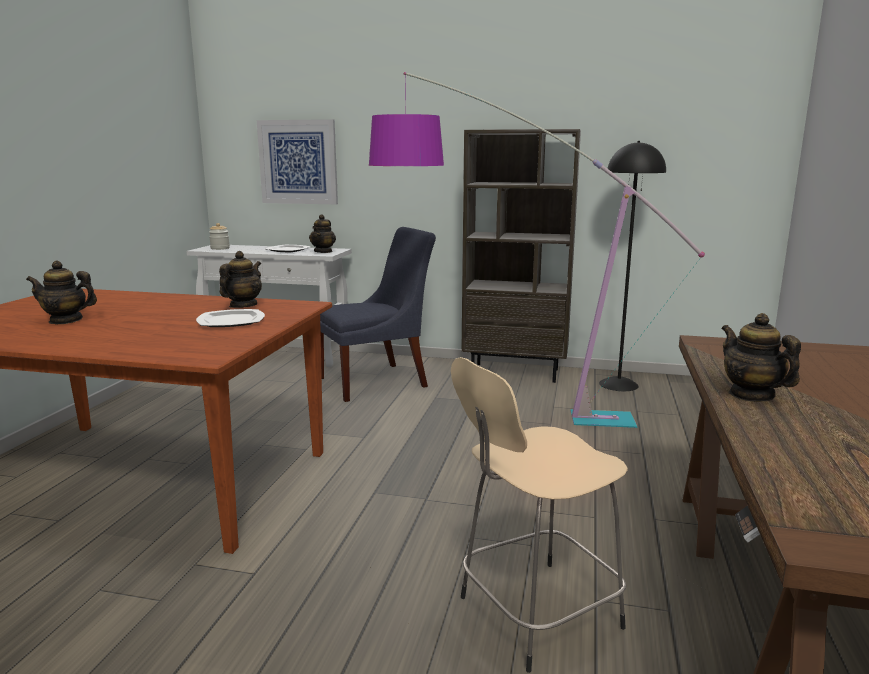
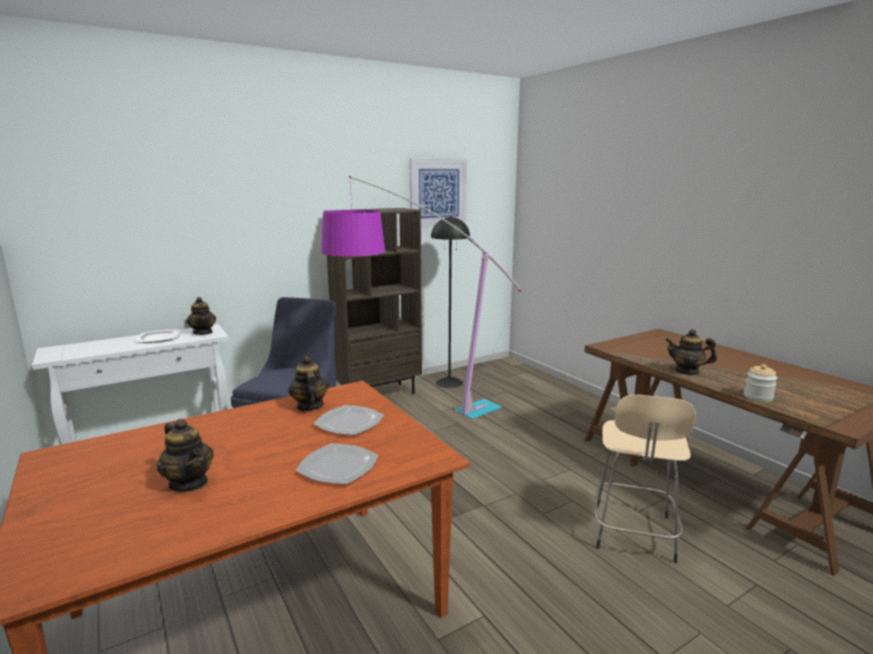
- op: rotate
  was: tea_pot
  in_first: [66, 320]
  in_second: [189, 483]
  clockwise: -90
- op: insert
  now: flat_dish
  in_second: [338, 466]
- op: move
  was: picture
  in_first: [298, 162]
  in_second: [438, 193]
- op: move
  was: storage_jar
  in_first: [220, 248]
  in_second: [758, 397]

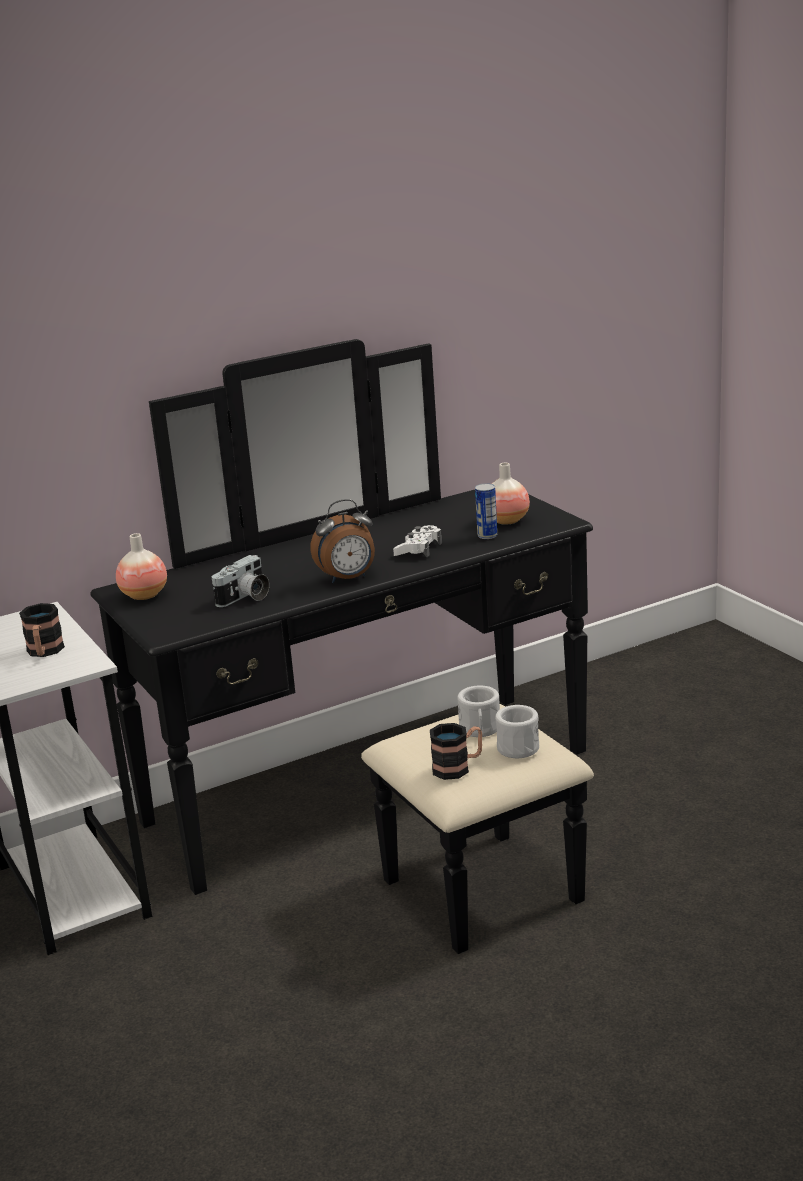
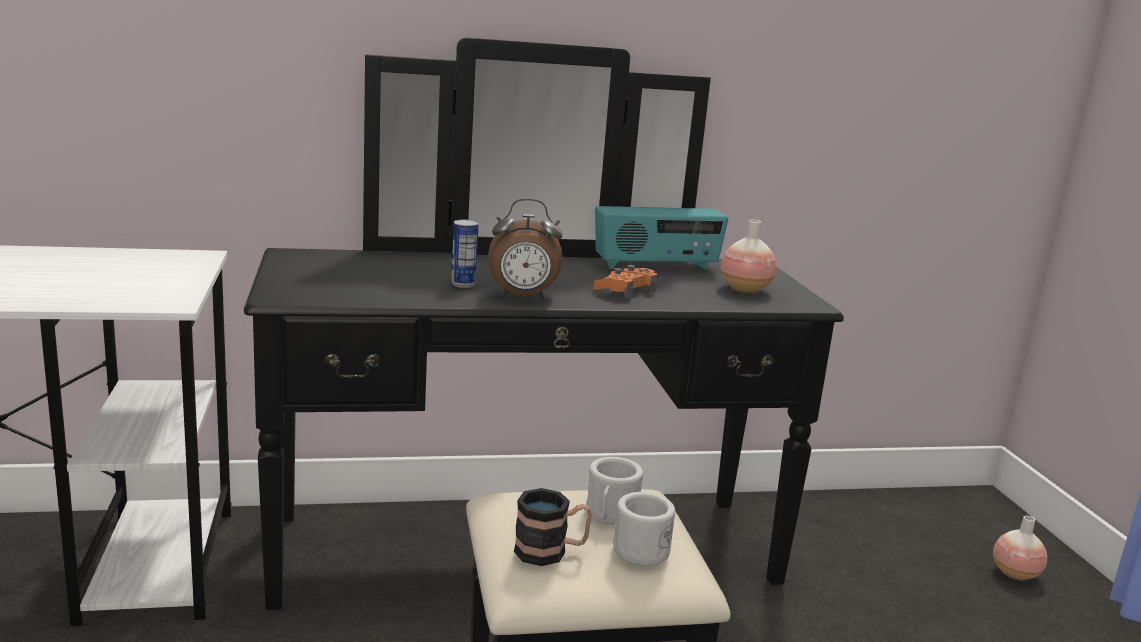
- op: move
  was: metal_can
  in_first: [487, 536]
  in_second: [463, 284]
- op: recolor
  was: whitish_game_controller
  now: orangey_game_controller
  in_first: [418, 549]
  in_second: [625, 291]
- op: insert
  now: radio
  in_second: [656, 266]
- op: move
  was: flower_vase
  in_first: [144, 595]
  in_second: [1015, 574]
- op: delete
  was: coffee_mug
  in_first: [44, 652]
- op: delete
  was: photo_camera
  in_first: [245, 598]

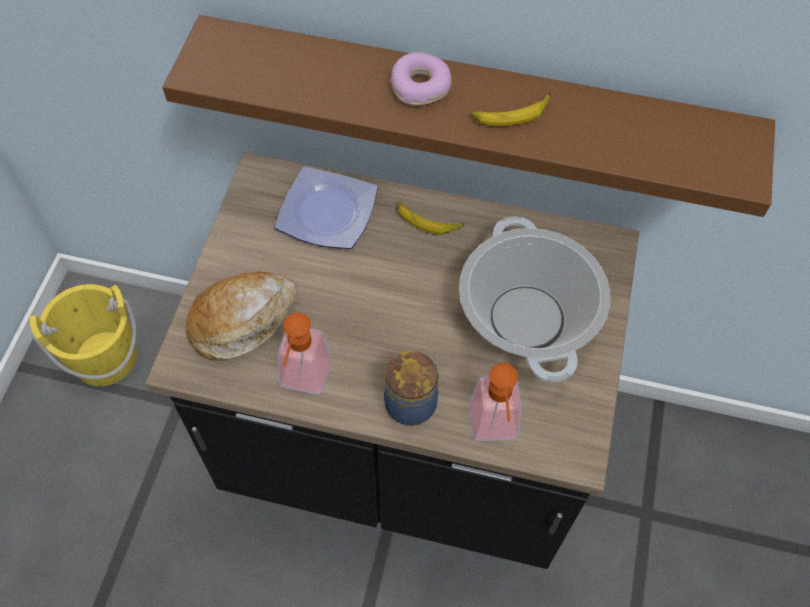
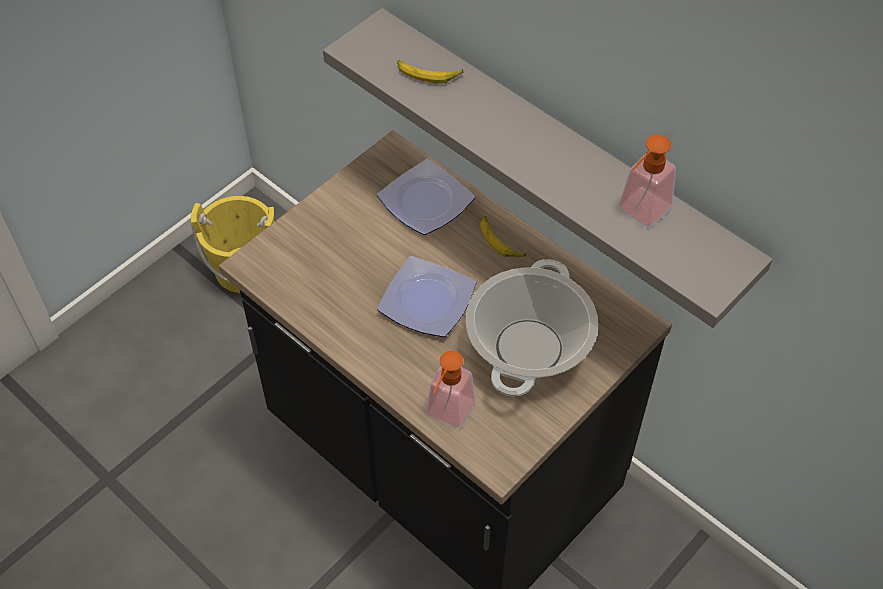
- op: recolor
  was: brownish_wall_shelf
  now: grey_wall_shelf
  in_first: [472, 106]
  in_second: [557, 157]
- op: insert
  now: flat_dish
  in_second: [426, 299]
- op: move
  was: whole_banana
  in_first: [511, 114]
  in_second: [428, 74]
- op: move
  was: soap_bottle
  in_first: [303, 382]
  in_second: [639, 213]
- op: delete
  was: bread
  in_first: [243, 320]
- op: delete
  was: storage_jar
  in_first: [412, 402]
- op: delete
  was: donut
  in_first: [420, 86]

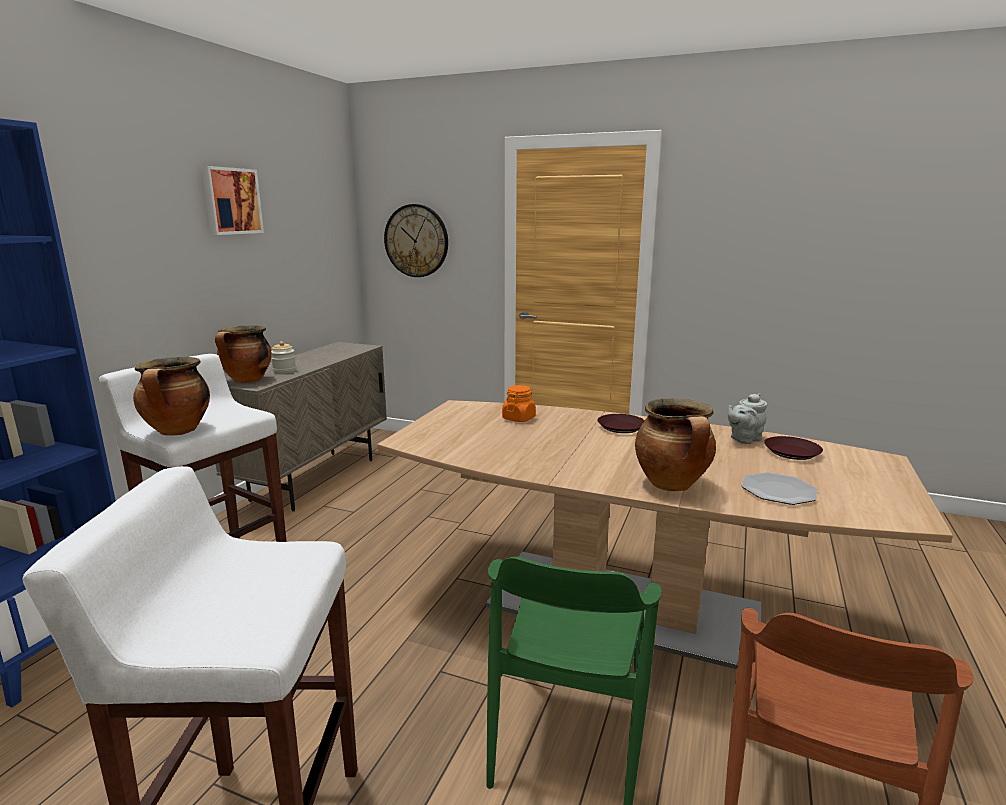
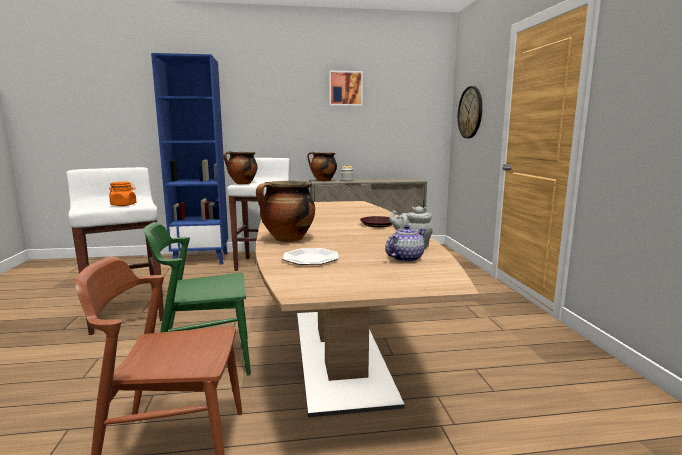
- op: move
  was: orangey_storage_jar
  in_first: [519, 418]
  in_second: [124, 205]
- op: replace
  was: brownish_flat_dish
  now: tea_pot
  in_first: [792, 452]
  in_second: [405, 258]

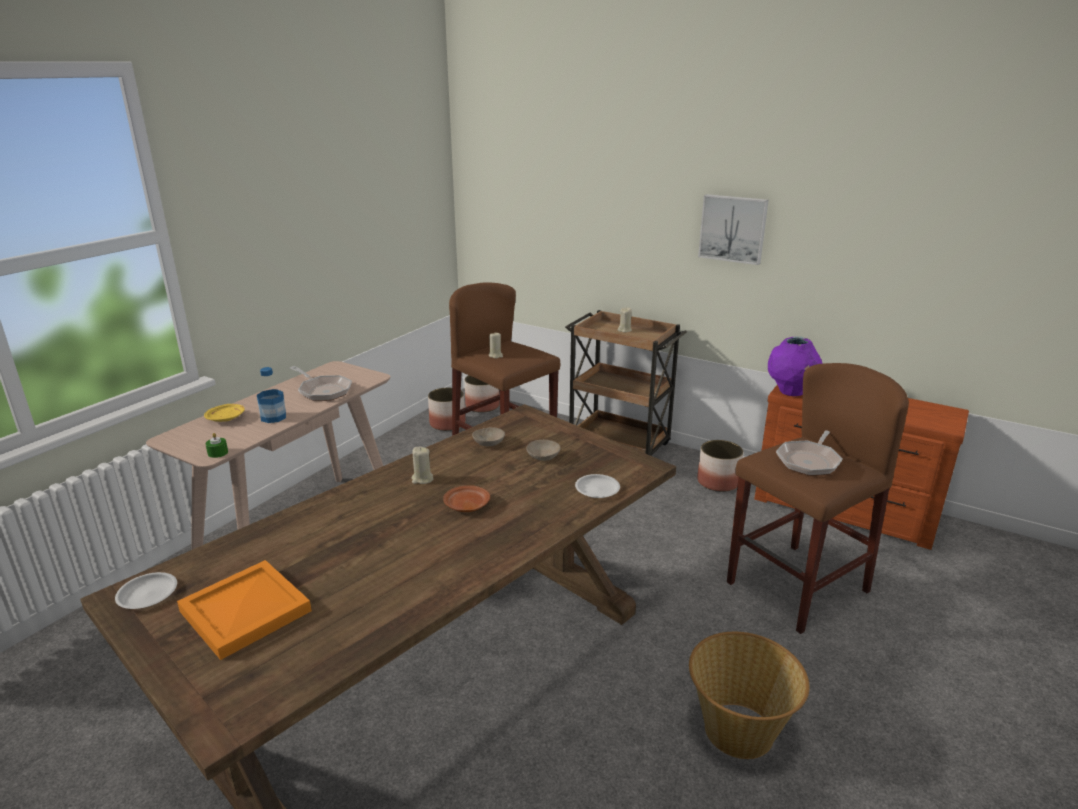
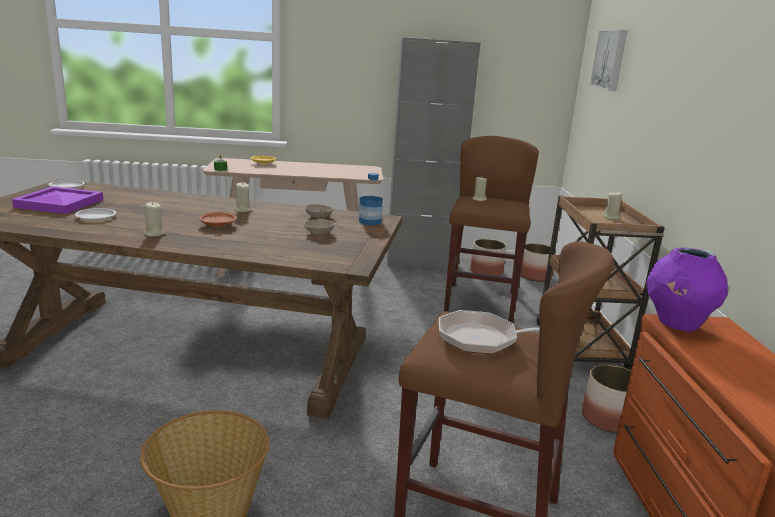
- op: recolor
  was: orangey_serving_tray
  now: purplish_serving_tray
  in_first: [243, 611]
  in_second: [59, 203]
- op: move
  was: whitish_flat_dish
  in_first: [597, 489]
  in_second: [95, 216]
- op: insert
  now: beige_candle
  in_second: [154, 234]
- op: move
  was: drink_bottle
  in_first: [273, 417]
  in_second: [370, 221]
- op: insert
  now: grey_storage_cabinet
  in_second: [420, 263]
- op: move
  was: picture
  in_first: [733, 228]
  in_second: [610, 60]
- op: delete
  was: pan
  in_first: [323, 391]

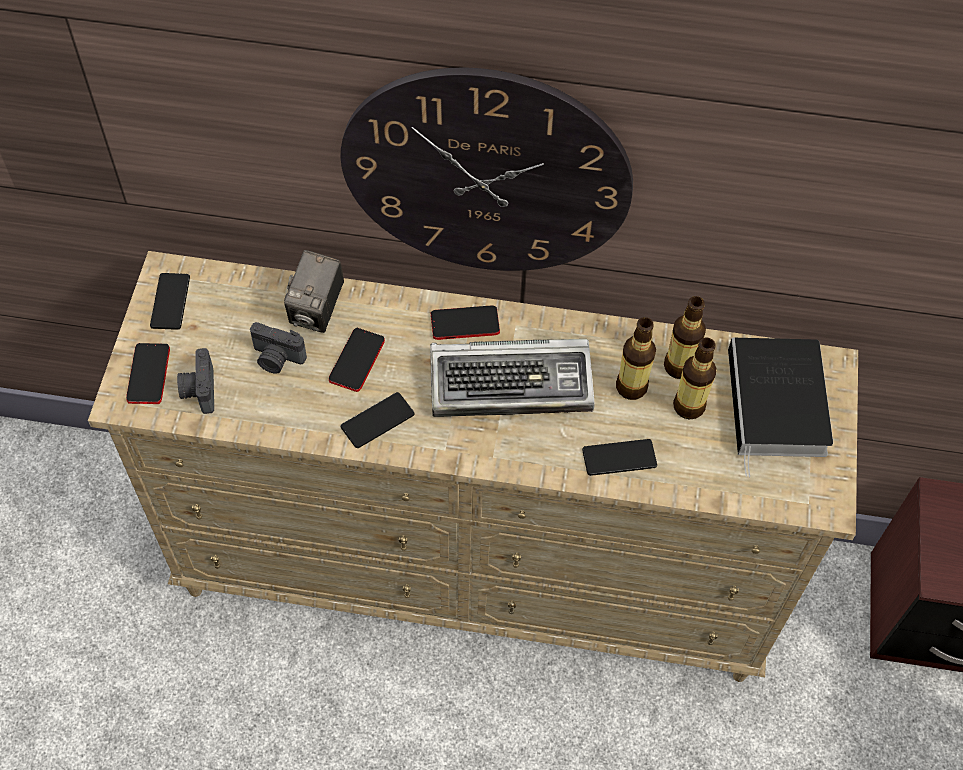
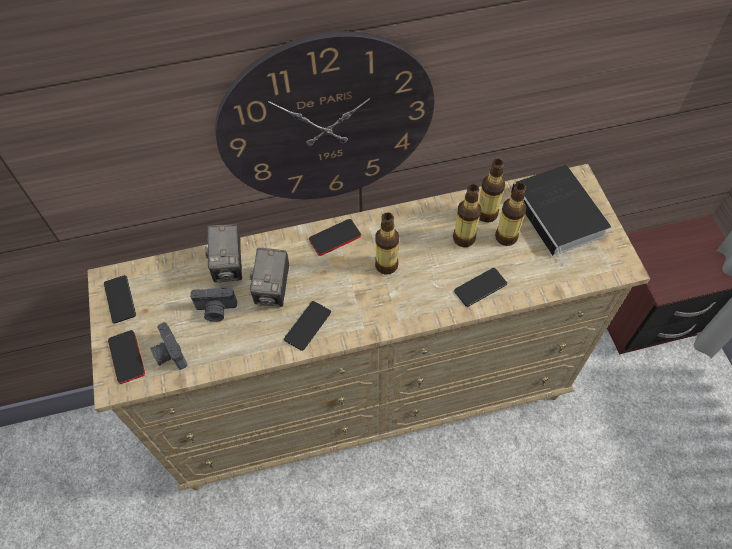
- op: replace
  was: handset
  now: photo_camera
  in_first: [357, 360]
  in_second: [273, 290]
- op: replace
  was: PC_keyboard
  now: drink_bottle
  in_first: [513, 383]
  in_second: [386, 265]

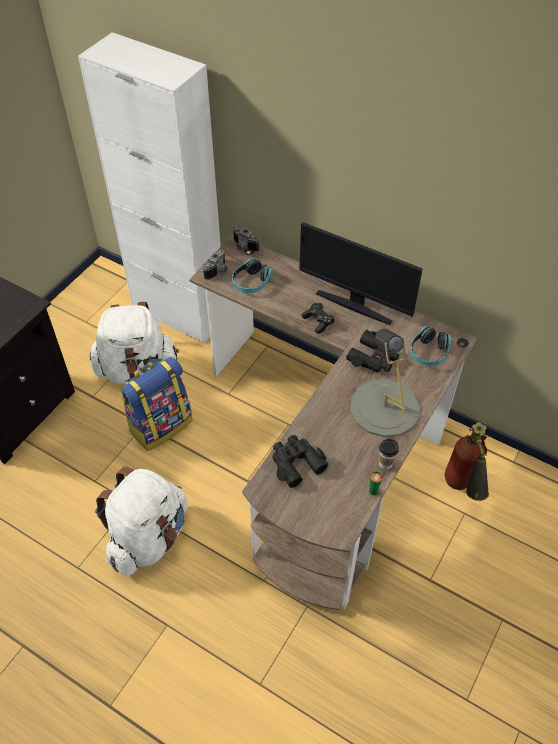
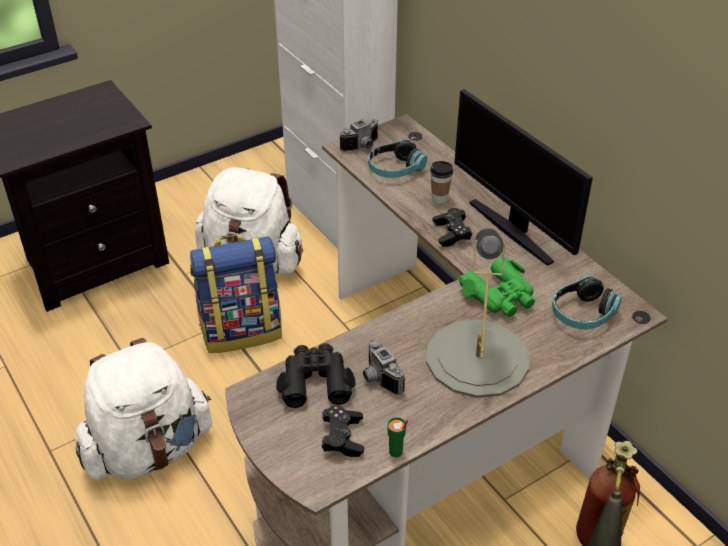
- op: insert
  now: black-coloured_game_controller
  in_second: [342, 438]
- op: move
  was: photo_camera
  in_first: [244, 247]
  in_second: [378, 379]
- op: move
  was: small_cup
  in_first: [385, 464]
  in_second: [439, 198]
- op: recolor
  was: black-coloured_binoculars
  now: greenish_binoculars
  in_first: [373, 358]
  in_second: [500, 296]

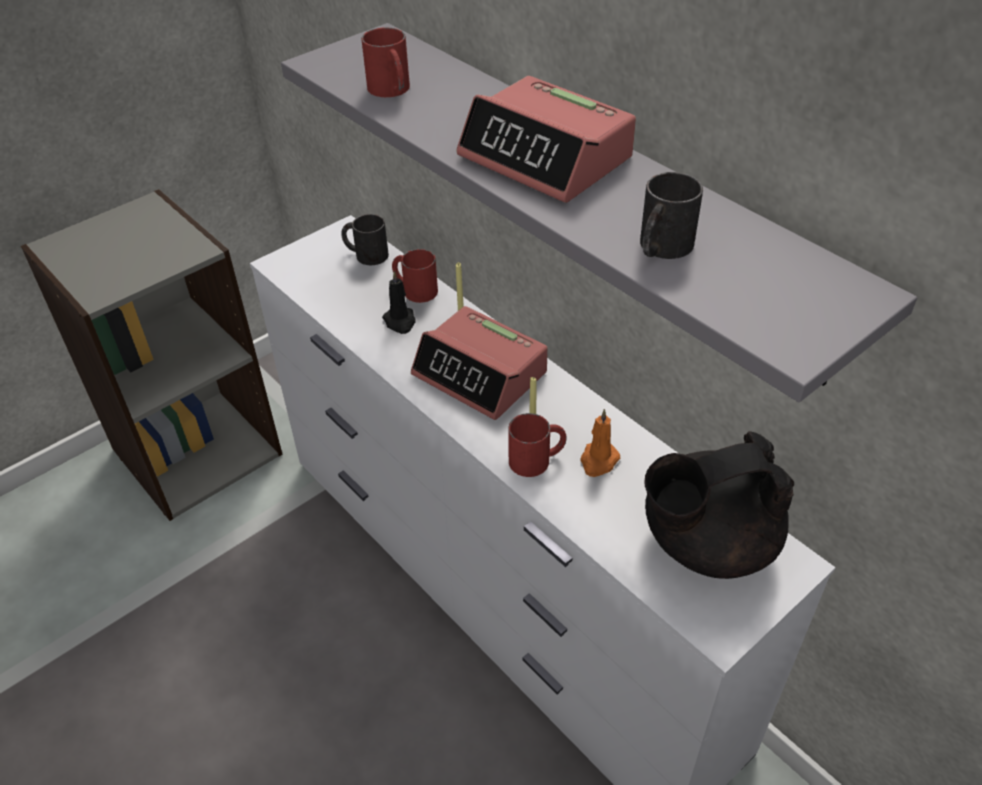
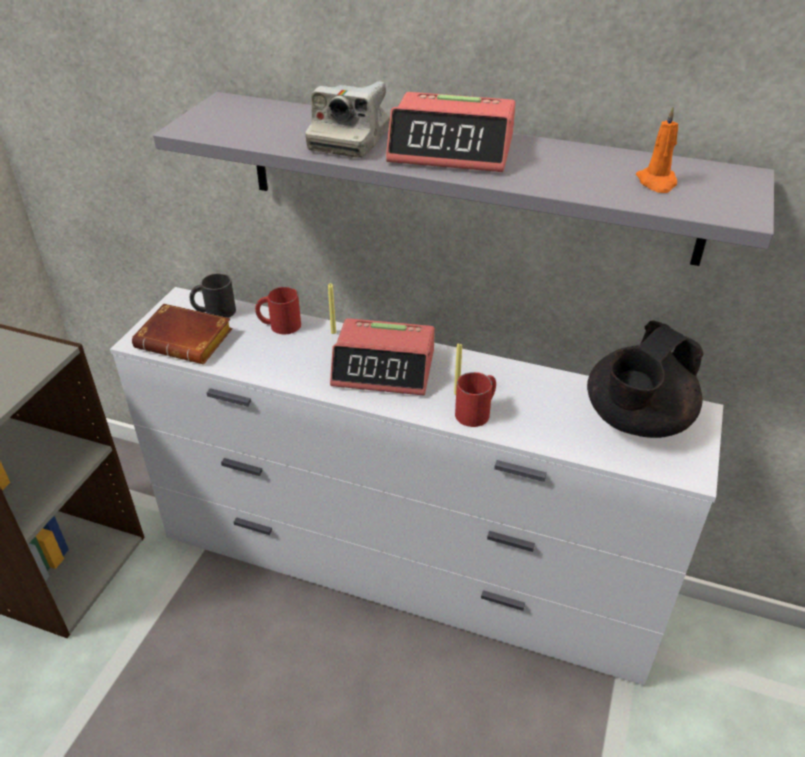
- op: insert
  now: brownish_book
  in_second: [188, 340]
- op: insert
  now: photo_camera
  in_second: [350, 140]
- op: move
  was: orangey_candle
  in_first: [598, 461]
  in_second: [657, 182]
- op: delete
  was: reddish_coffee_mug
  in_first: [392, 91]
- op: delete
  was: black-coloured_candle
  in_first: [400, 322]
- op: delete
  was: black-coloured_coffee_mug
  in_first: [661, 248]

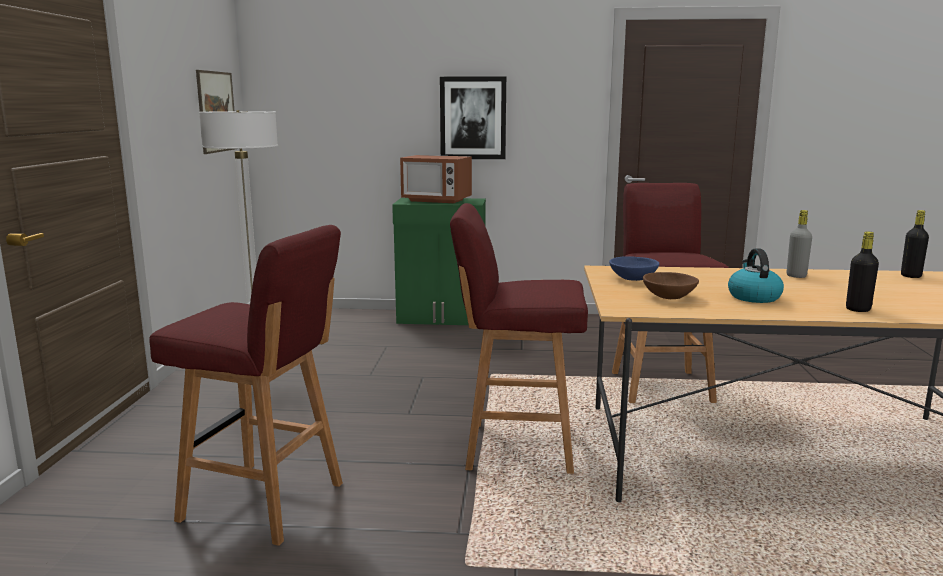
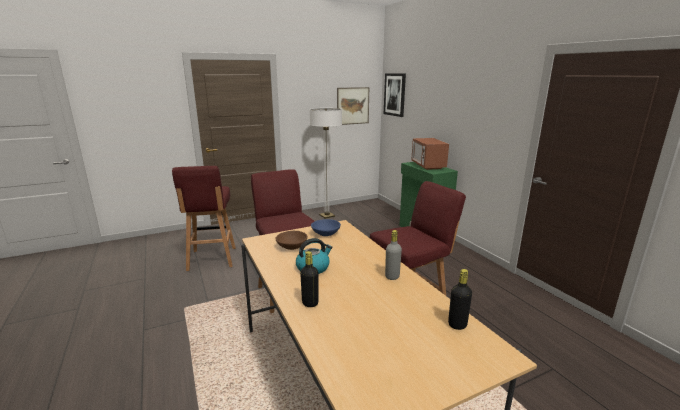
- op: move
  was: picture
  in_first: [473, 118]
  in_second: [395, 94]

